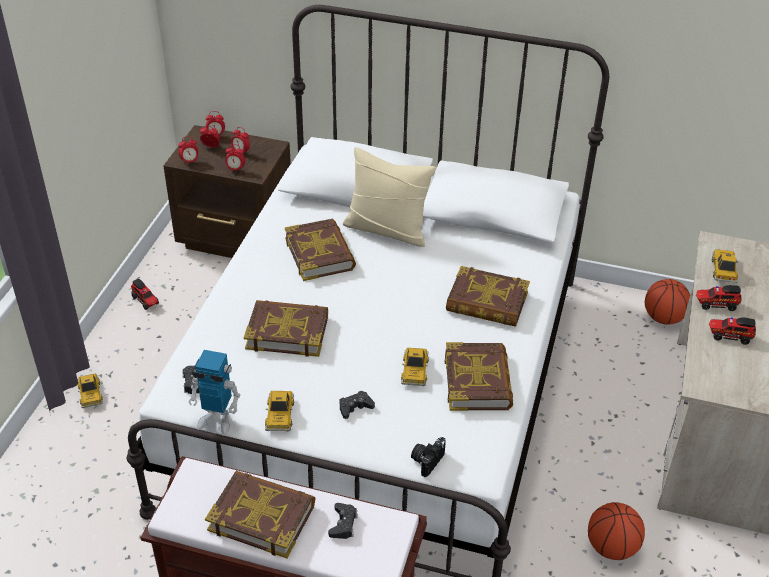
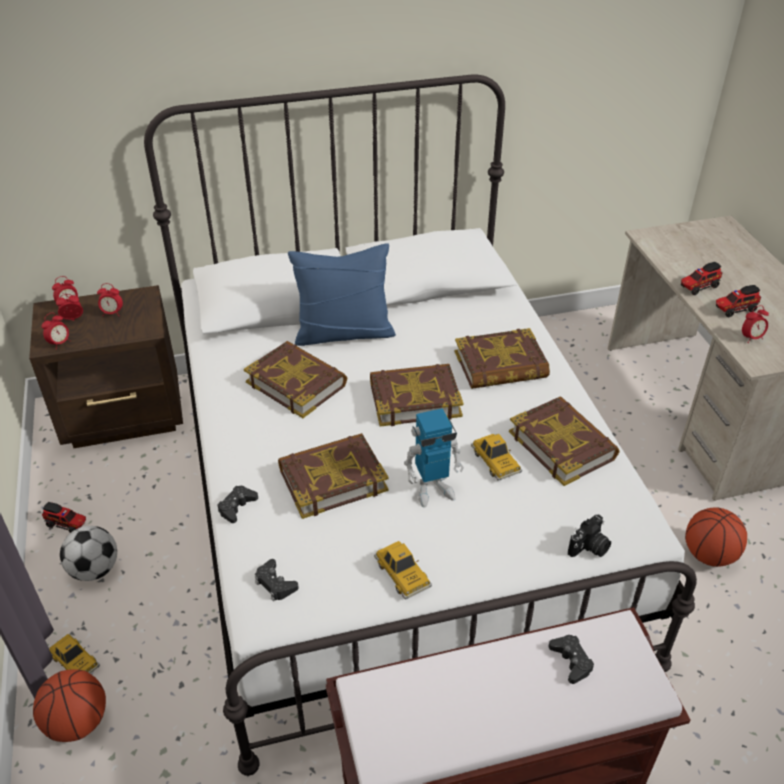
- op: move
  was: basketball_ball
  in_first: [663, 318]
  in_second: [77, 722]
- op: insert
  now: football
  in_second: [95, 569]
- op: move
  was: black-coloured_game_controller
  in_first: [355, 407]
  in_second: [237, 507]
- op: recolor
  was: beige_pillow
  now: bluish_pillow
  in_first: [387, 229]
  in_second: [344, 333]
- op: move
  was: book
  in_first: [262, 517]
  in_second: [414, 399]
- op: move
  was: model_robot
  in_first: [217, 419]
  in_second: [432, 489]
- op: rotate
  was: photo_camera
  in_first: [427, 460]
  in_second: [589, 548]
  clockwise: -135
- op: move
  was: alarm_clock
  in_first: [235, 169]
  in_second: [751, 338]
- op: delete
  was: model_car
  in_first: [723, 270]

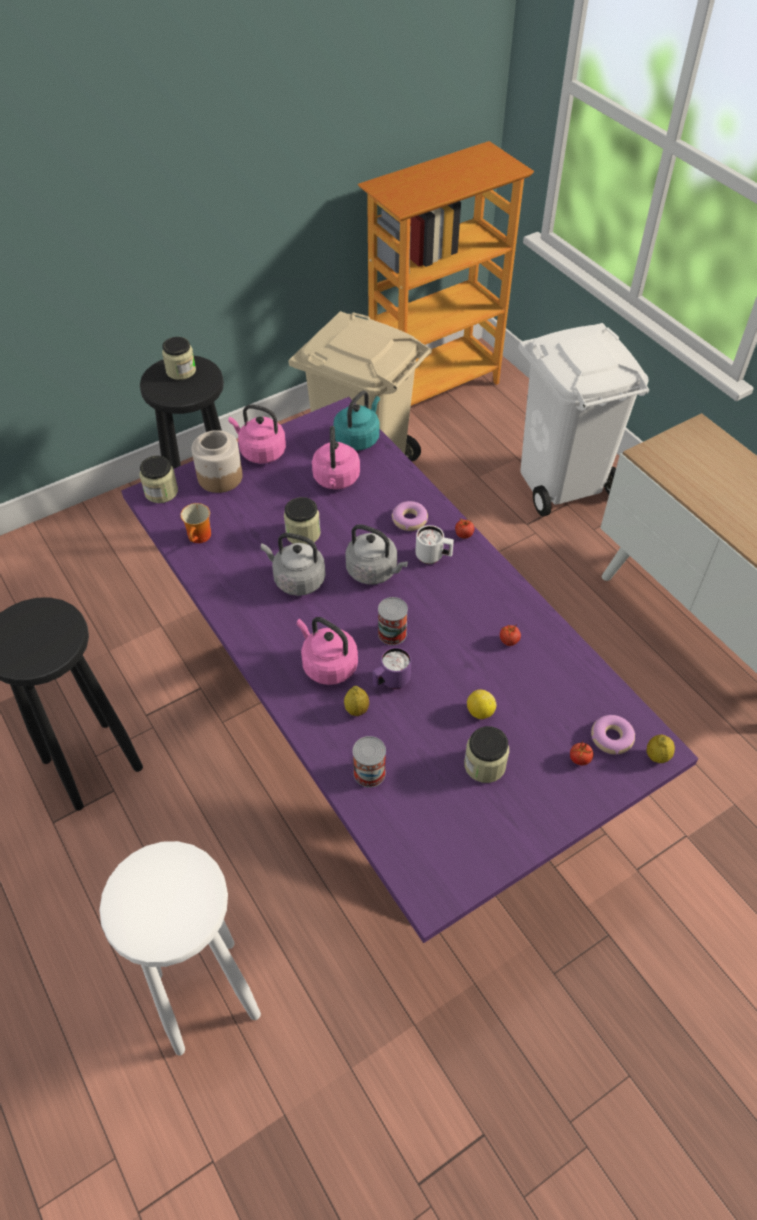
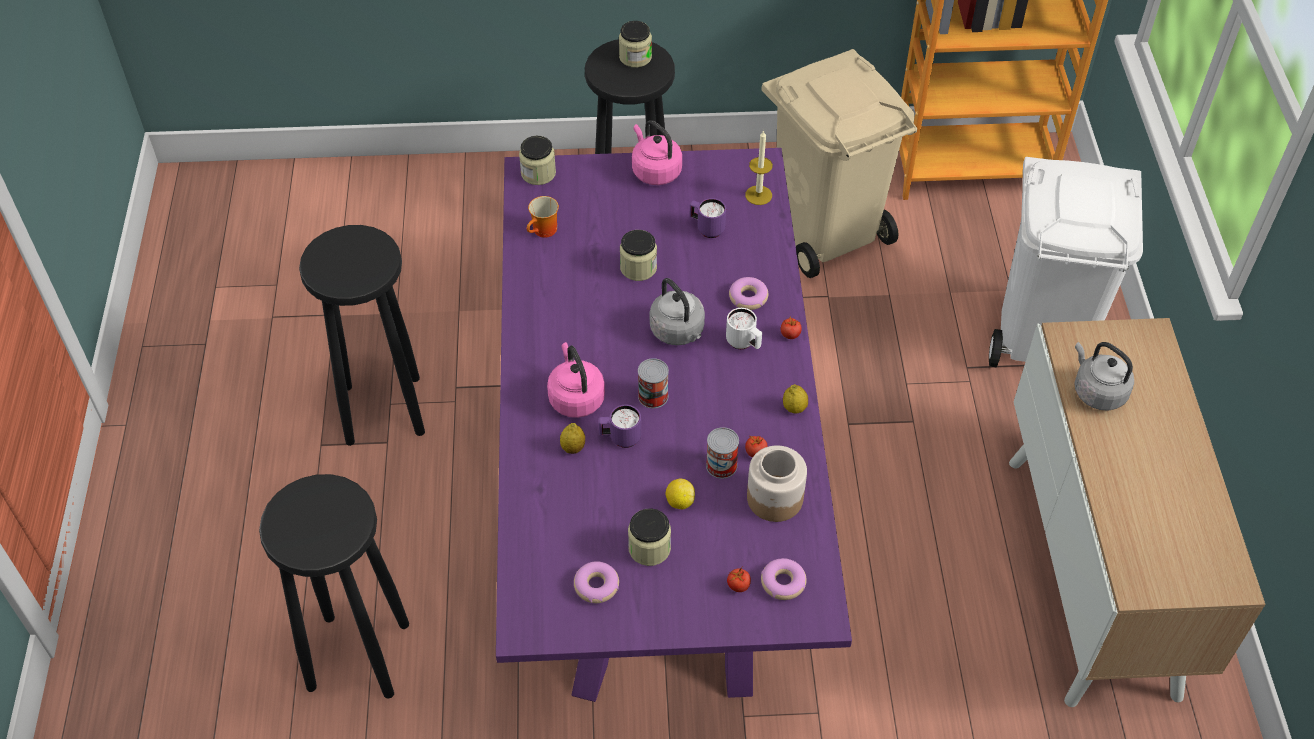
- op: recolor
  was: whitish_sitting_stool
  now: black-coloured_sitting_stool
  in_first: [205, 993]
  in_second: [359, 653]
- op: insert
  now: donut
  in_second: [596, 586]
- op: replace
  was: pink_tea_kettle
  now: purplish_coffee_mug
  in_first: [336, 480]
  in_second: [706, 228]
- op: move
  was: metal_can
  in_first: [369, 773]
  in_second: [721, 465]
- op: replace
  was: blue-green_tea_kettle
  now: candle
  in_first: [358, 438]
  in_second: [758, 195]
- op: move
  was: storage_jar
  in_first: [219, 477]
  in_second: [774, 498]
- op: move
  was: citrus_fruit
  in_first: [657, 756]
  in_second: [794, 408]
- op: move
  was: grey_tea_kettle
  in_first: [296, 580]
  in_second: [1097, 391]

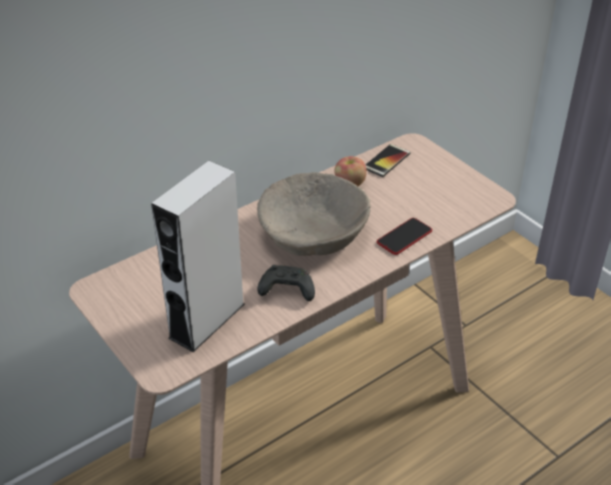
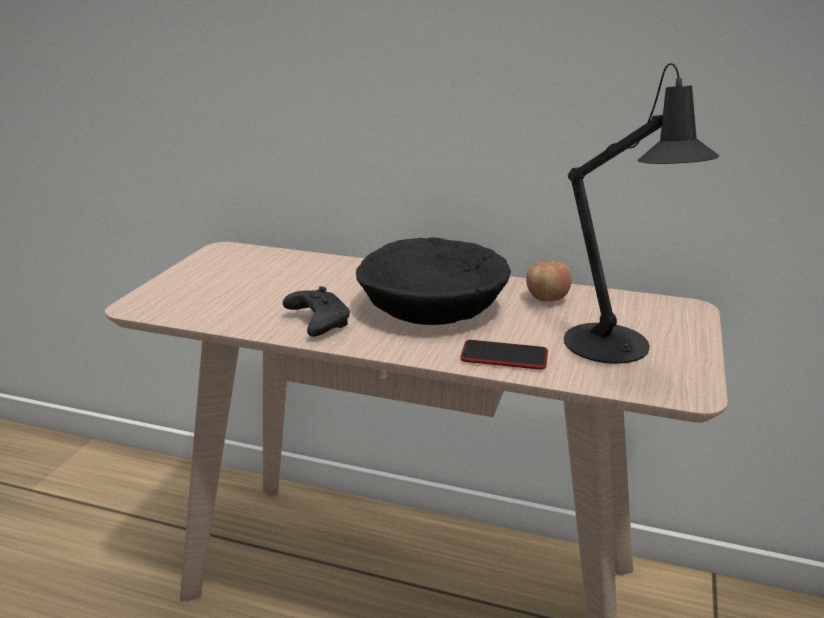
- op: recolor
  was: beige_bowl
  now: black-coloured_bowl
  in_first: [314, 232]
  in_second: [433, 306]
- op: insert
  now: black-coloured_tabletop_lamp
  in_second: [615, 348]
- op: delete
  was: grey_audio_speaker
  in_first: [207, 320]
- op: delete
  was: handset
  in_first: [386, 161]

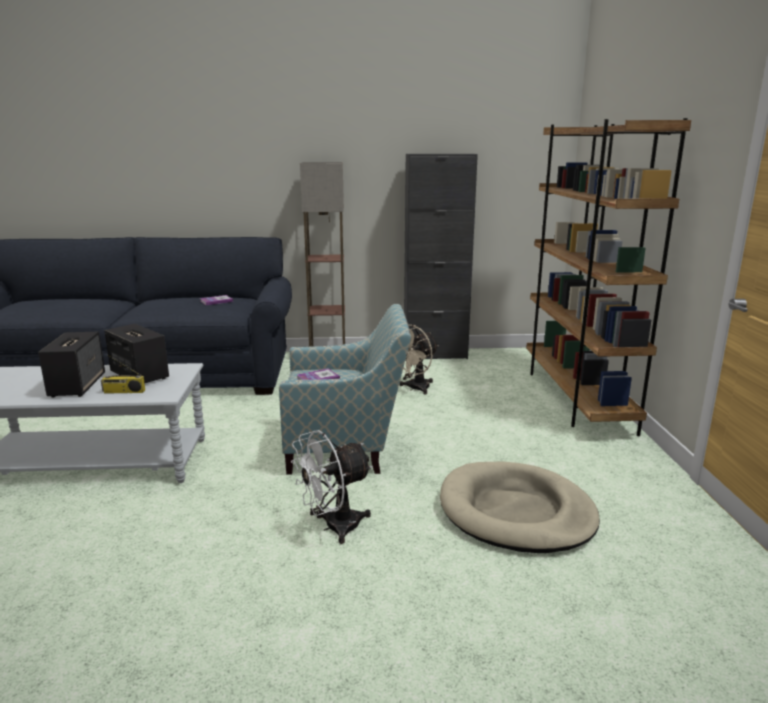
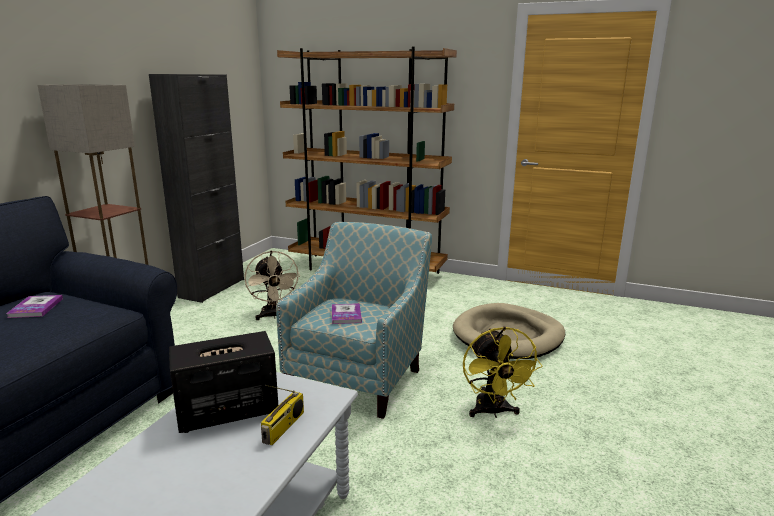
- op: recolor
  was: whitish_cooling_fan
  now: yellowish_cooling_fan
  in_first: [333, 527]
  in_second: [493, 412]
- op: delete
  was: audio_speaker
  in_first: [77, 385]

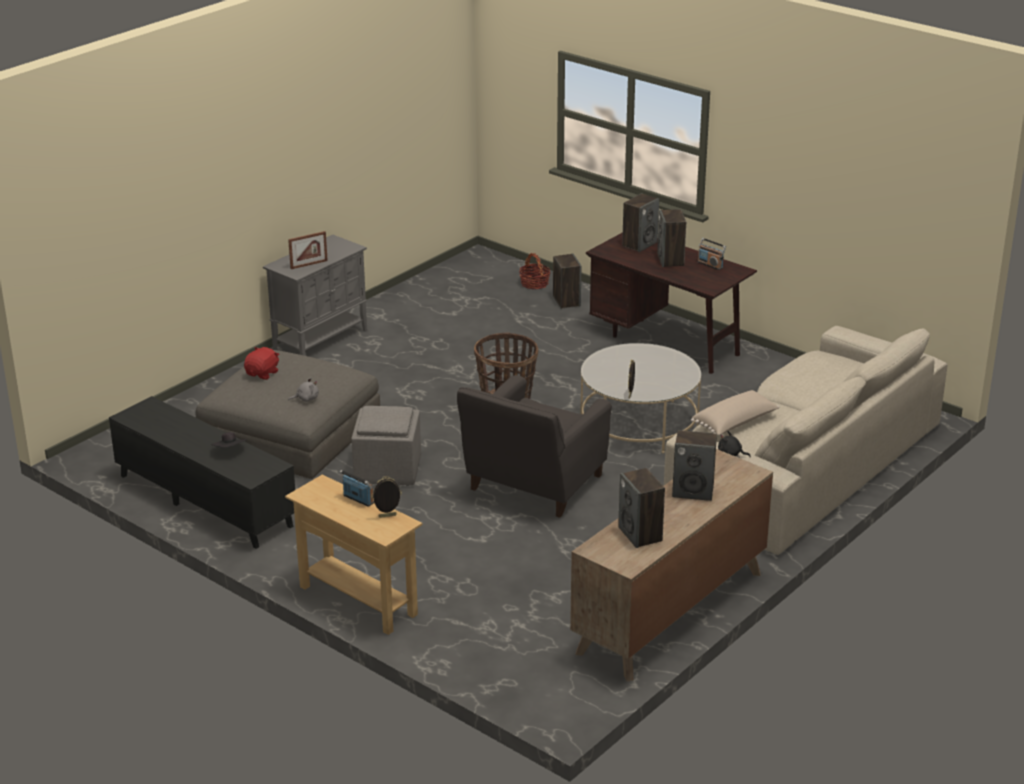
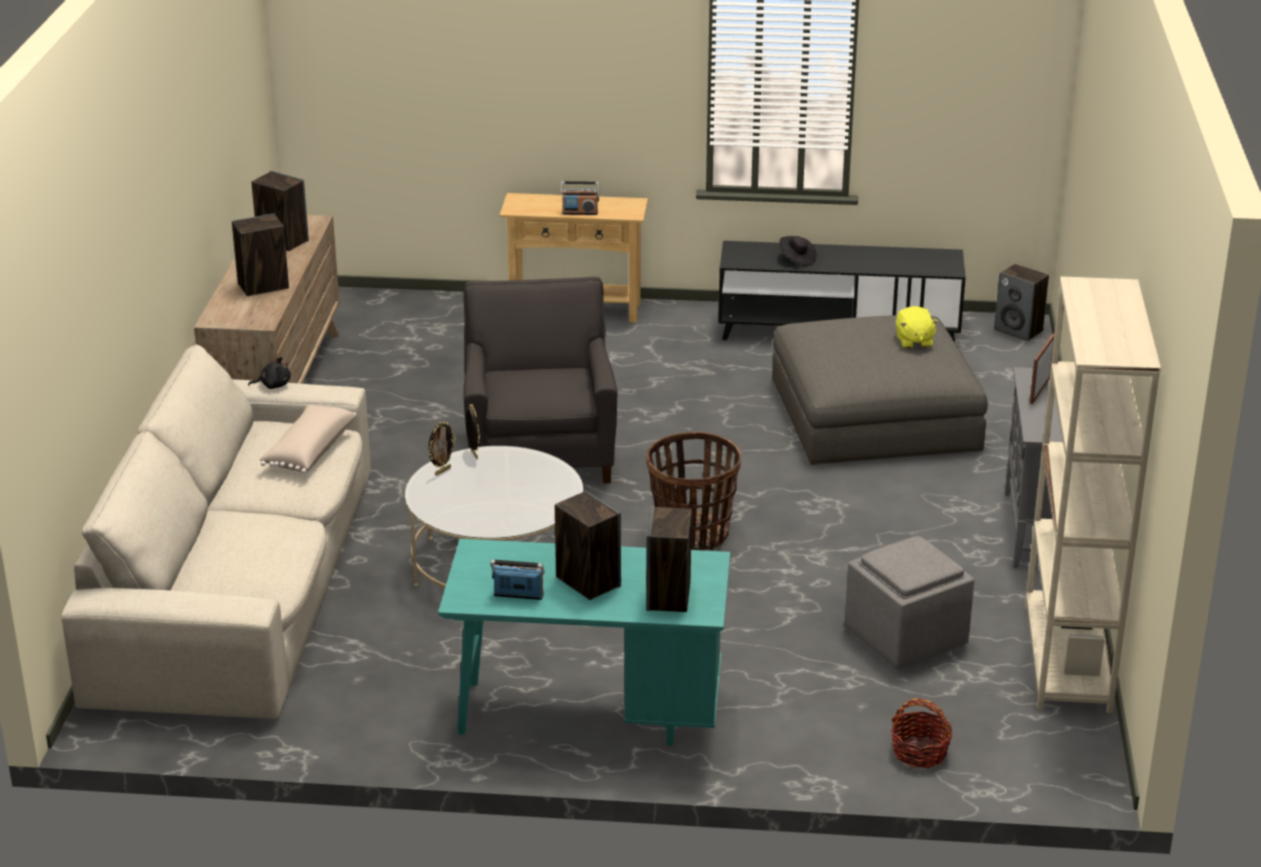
- op: move
  was: picture_frame
  in_first: [387, 516]
  in_second: [442, 471]
- op: recolor
  was: brownish_desk
  now: blue-green_desk
  in_first: [667, 342]
  in_second: [588, 715]
- op: move
  was: grey_ottoman
  in_first: [387, 470]
  in_second: [907, 638]
- op: recolor
  was: reddish_soft_toy
  now: yellowish_soft_toy
  in_first: [263, 373]
  in_second: [914, 341]
- op: move
  was: audio_speaker
  in_first: [566, 301]
  in_second: [1019, 330]
- op: insert
  now: beige_bookcase
  in_second: [1067, 658]
- op: delete
  was: grey_soft_toy
  in_first: [306, 399]

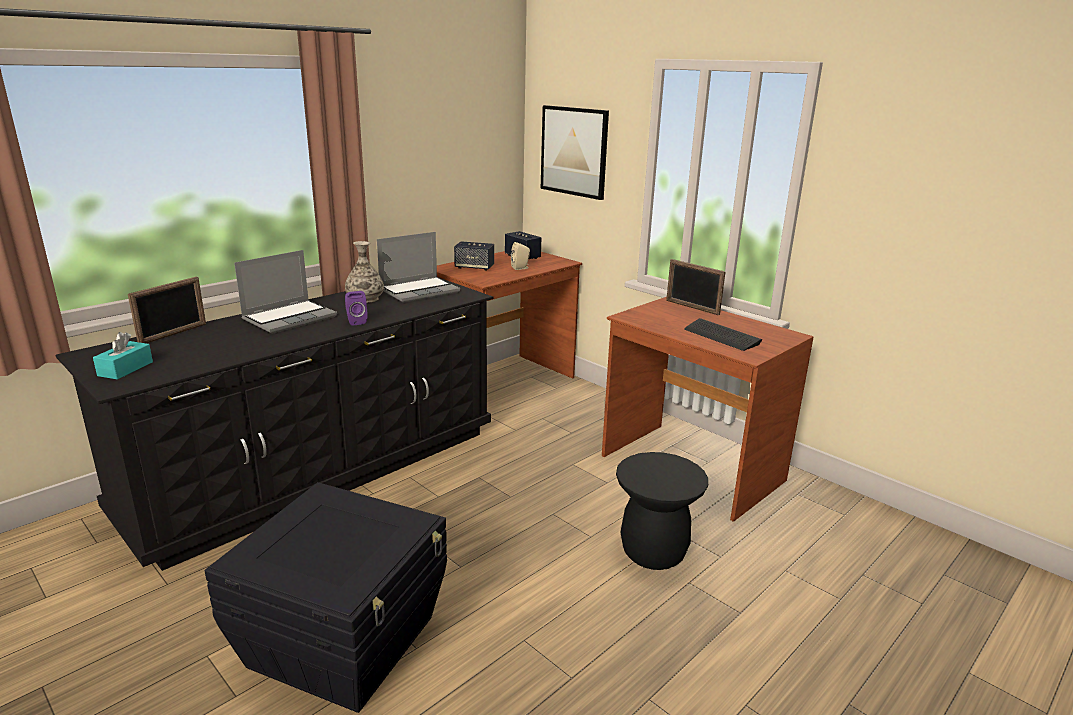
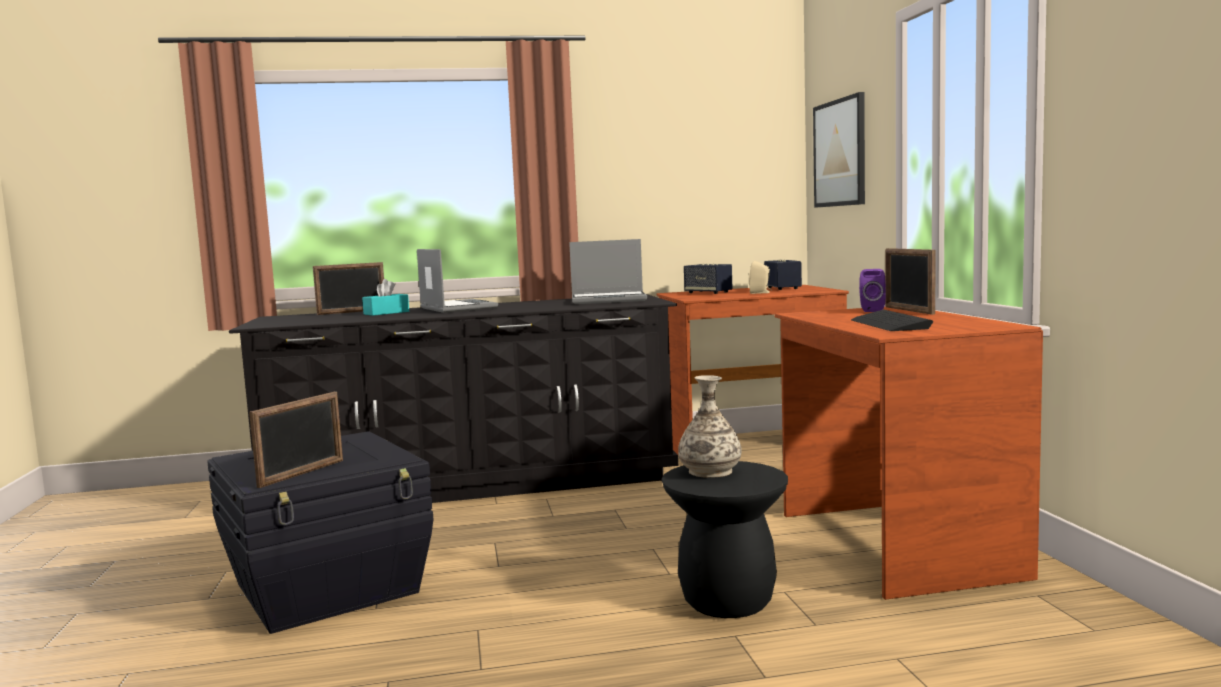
- op: insert
  now: picture_frame
  in_second: [302, 473]
- op: move
  was: blue-green_tissue_holder
  in_first: [125, 369]
  in_second: [386, 313]
- op: rotate
  was: notebook_computer
  in_first: [290, 318]
  in_second: [456, 308]
  clockwise: -105
- op: move
  was: flower_vase
  in_first: [365, 299]
  in_second: [710, 471]
- op: move
  was: purplish_audio_speaker
  in_first: [356, 321]
  in_second: [871, 310]

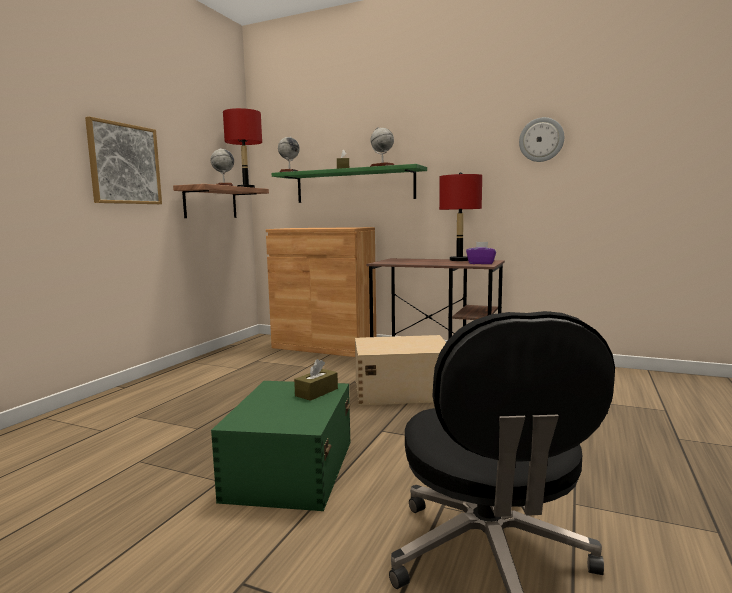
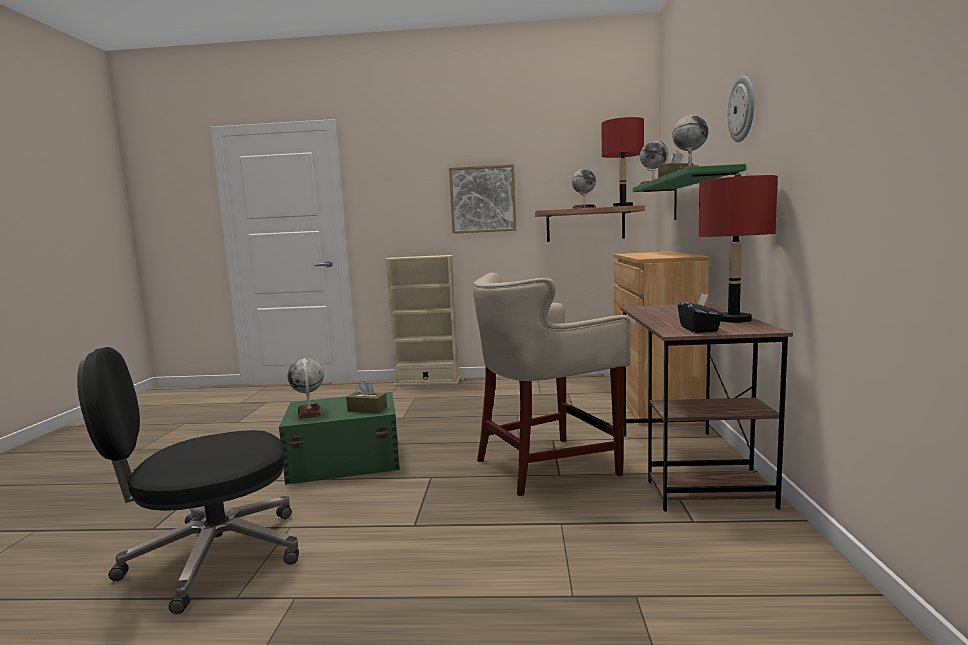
- op: insert
  now: desk_globe
  in_second: [309, 412]
- op: insert
  now: beige_bookcase
  in_second: [427, 382]
- op: replace
  was: beige_storage_box
  now: beige_sitting_stool
  in_first: [400, 390]
  in_second: [547, 466]
- op: recolor
  was: purplish_tissue_holder
  now: black-coloured_tissue_holder
  in_first: [481, 263]
  in_second: [699, 329]
- op: move
  was: clock_on_the_wall
  in_first: [541, 140]
  in_second: [743, 109]

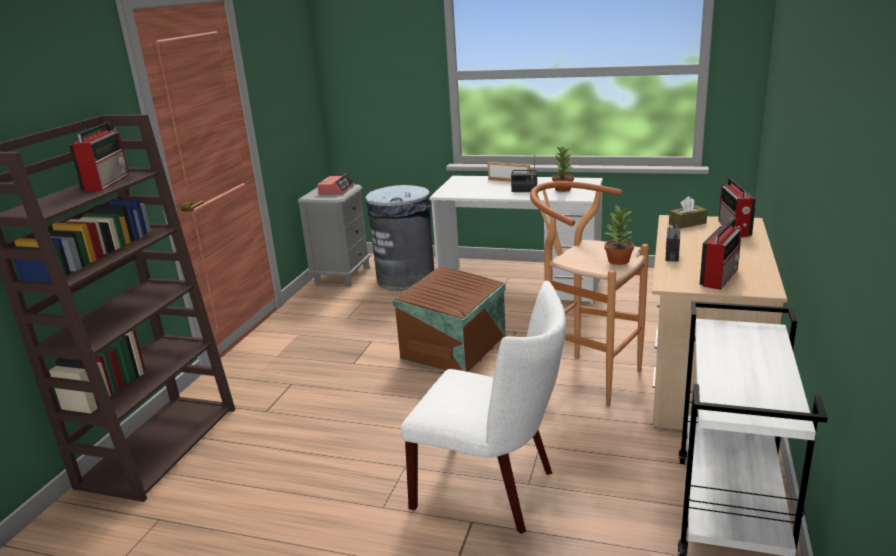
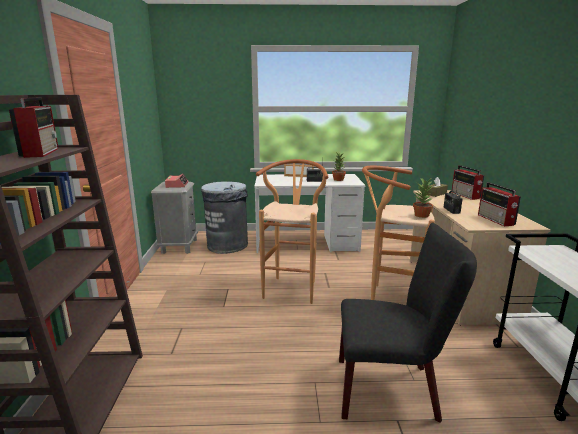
- op: replace
  was: brownish_storage_box
  now: brownish_sitting_stool
  in_first: [456, 347]
  in_second: [292, 287]
- op: recolor
  was: whitish_plain_chair
  now: black-coloured_plain_chair
  in_first: [492, 489]
  in_second: [393, 389]
- op: rotate
  was: radio
  in_first: [720, 277]
  in_second: [496, 220]
  clockwise: 150

